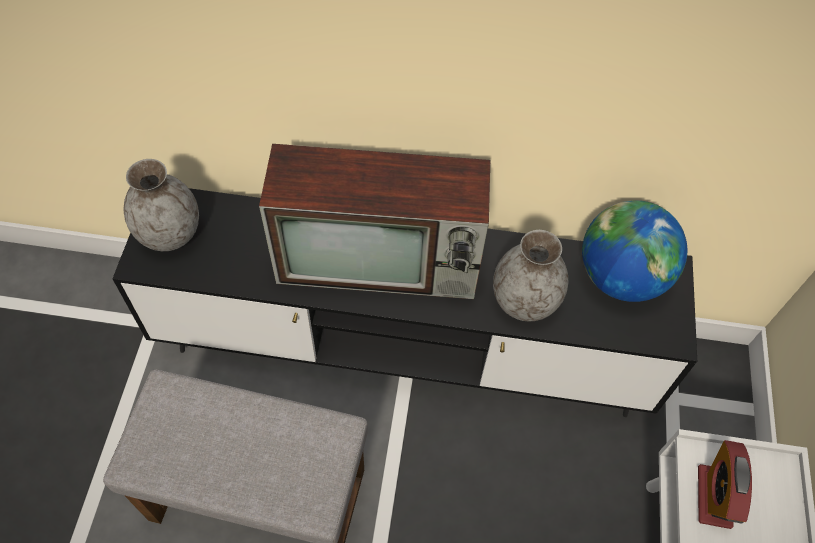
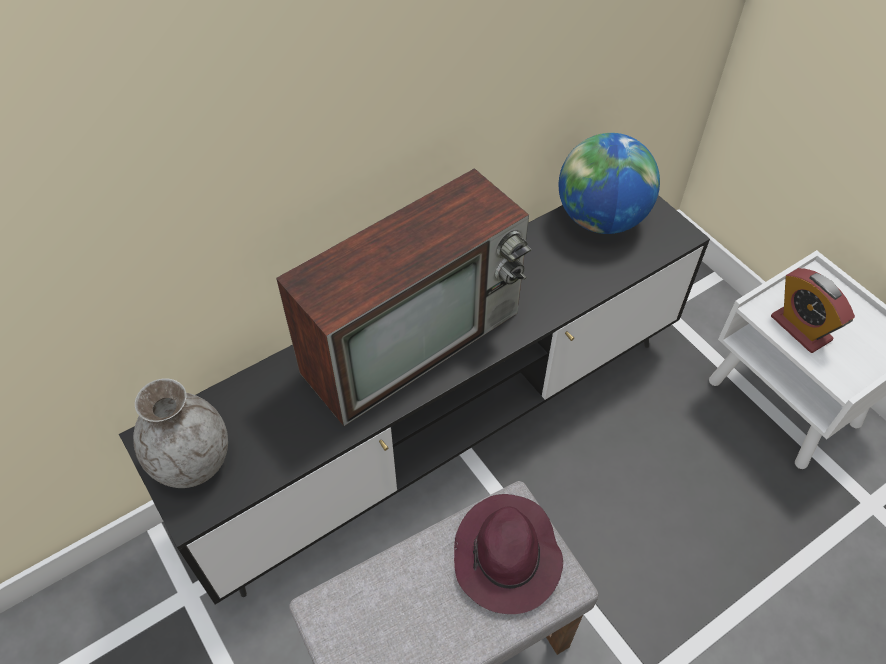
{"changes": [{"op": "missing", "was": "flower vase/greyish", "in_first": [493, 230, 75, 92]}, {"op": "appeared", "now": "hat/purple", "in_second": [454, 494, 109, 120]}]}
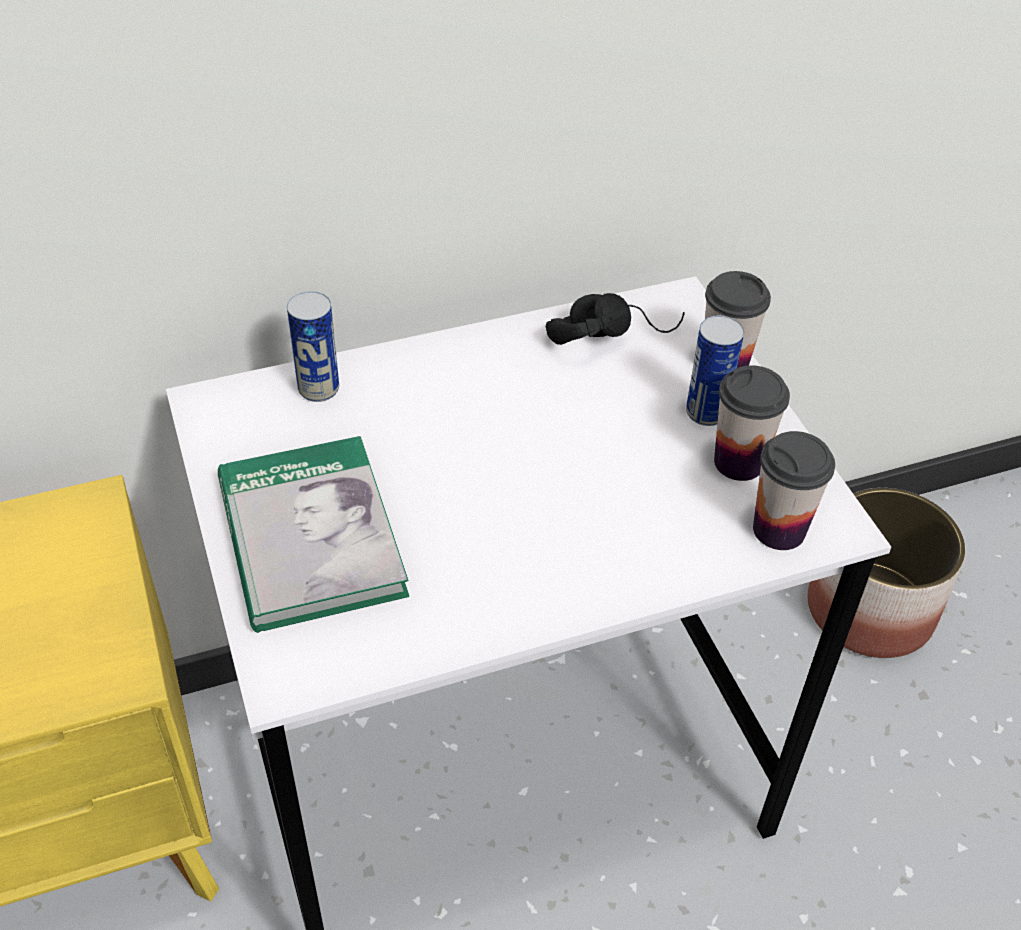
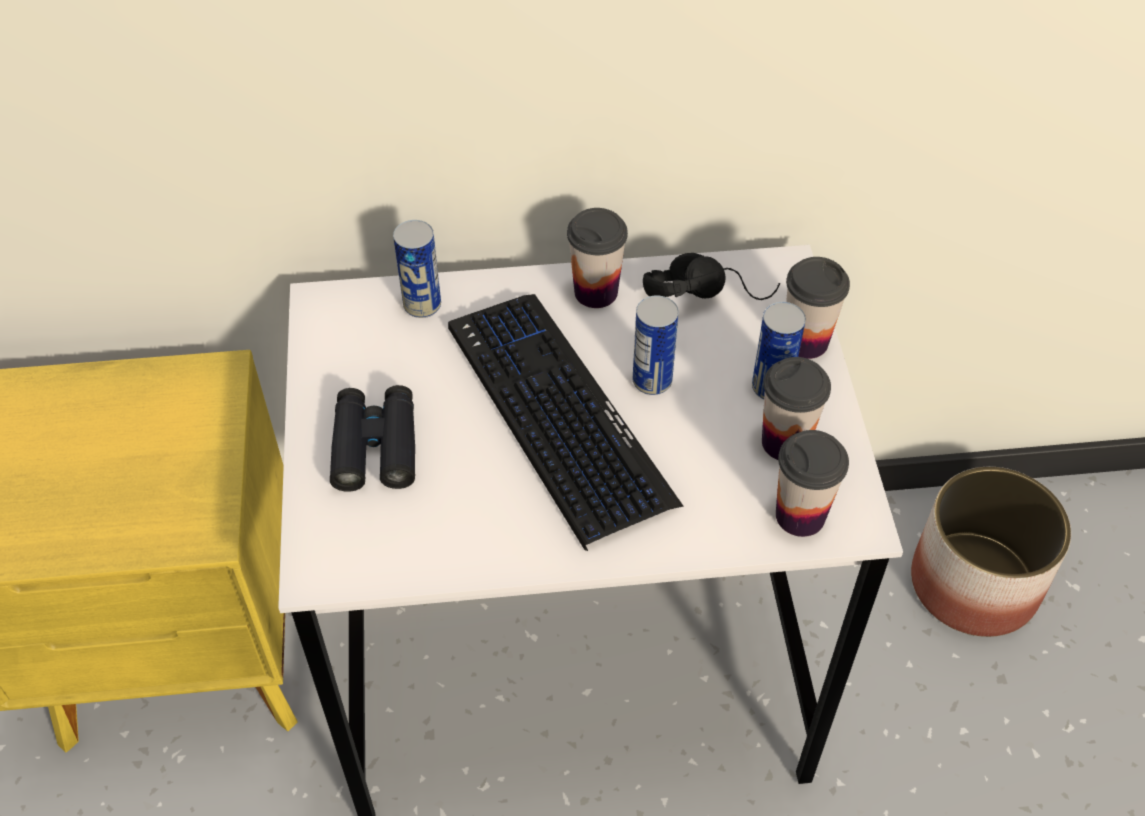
{"changes": [{"op": "exchanged", "was": "bound book", "now": "pair of binoculars/black-coloured", "in_first": [218, 436, 191, 197], "in_second": [330, 385, 85, 107]}, {"op": "appeared", "now": "cup", "in_second": [567, 208, 61, 100]}, {"op": "appeared", "now": "PC keyboard", "in_second": [448, 294, 236, 257]}, {"op": "appeared", "now": "sealed can", "in_second": [633, 295, 46, 100]}]}
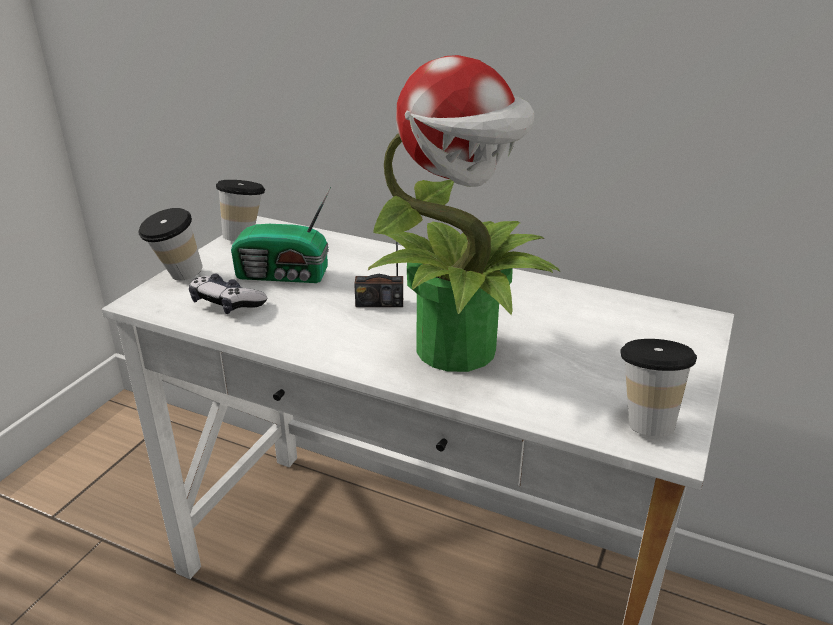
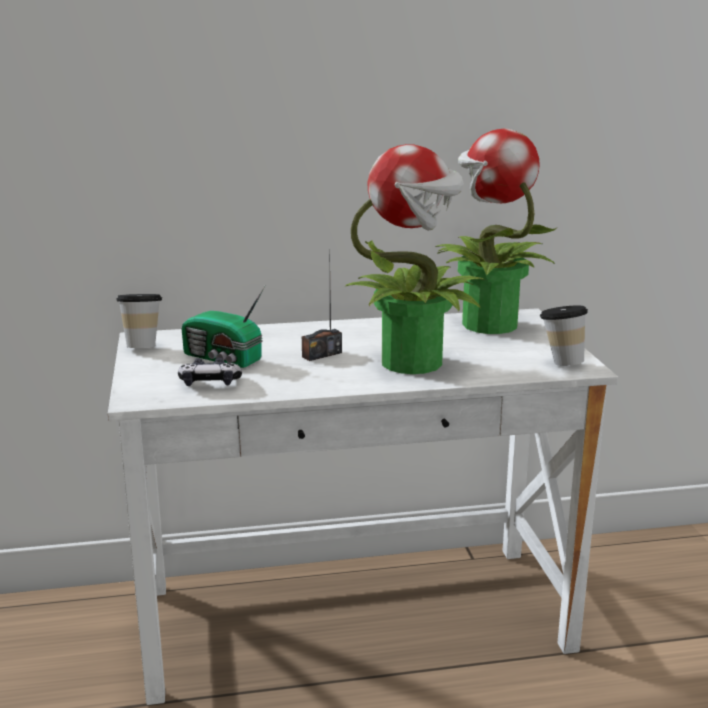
{"changes": [{"op": "spun", "was": "radio set", "in_first": [231, 187, 100, 96], "in_second": [182, 285, 84, 83], "clockwise": 60}, {"op": "missing", "was": "cup", "in_first": [138, 208, 65, 73]}, {"op": "appeared", "now": "potted plant", "in_second": [435, 128, 123, 206]}]}
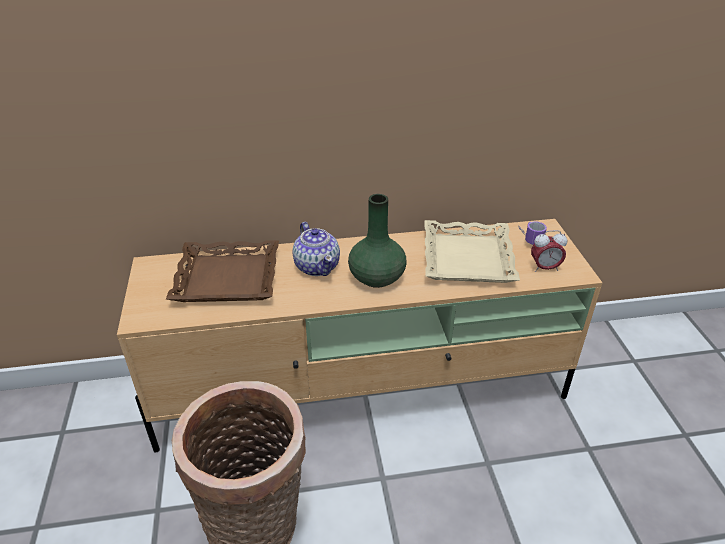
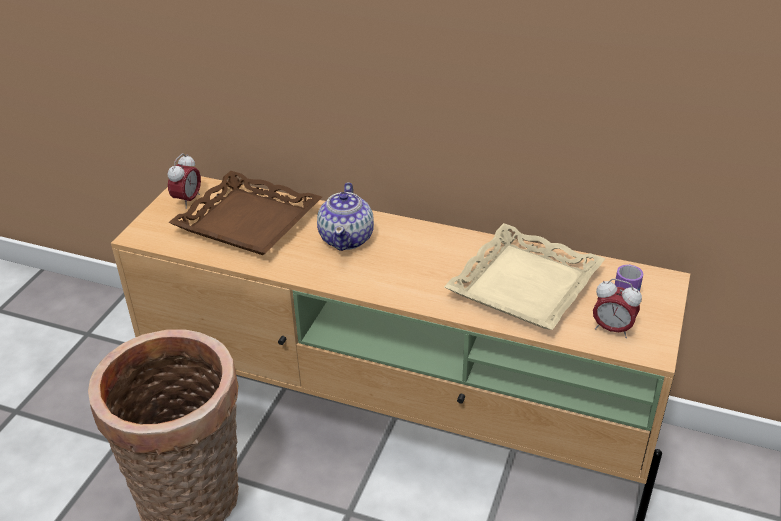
{"changes": [{"op": "missing", "was": "flower vase/greenish", "in_first": [348, 194, 58, 94]}, {"op": "appeared", "now": "bedside clock", "in_second": [167, 153, 34, 56]}]}
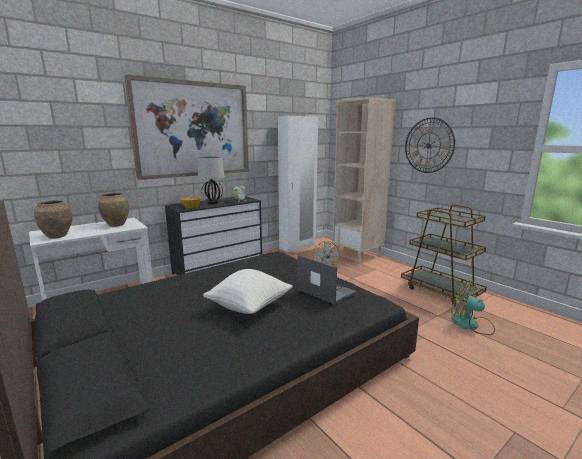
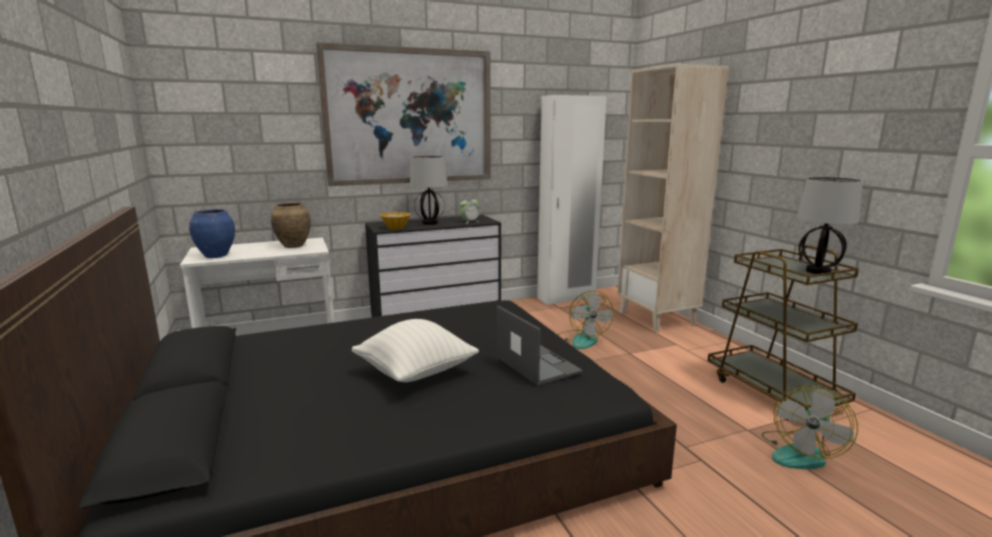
{"changes": [{"op": "missing", "was": "wall clock", "in_first": [405, 117, 50, 56]}, {"op": "colour", "was": "flower vase/brownish", "now": "flower vase/bluish", "in_first": [34, 200, 38, 39], "in_second": [189, 209, 46, 49]}, {"op": "spun", "was": "cooling fan", "in_first": [451, 281, 44, 54], "in_second": [762, 385, 96, 84], "clockwise": -105}, {"op": "appeared", "now": "table lamp", "in_second": [797, 177, 66, 97]}]}
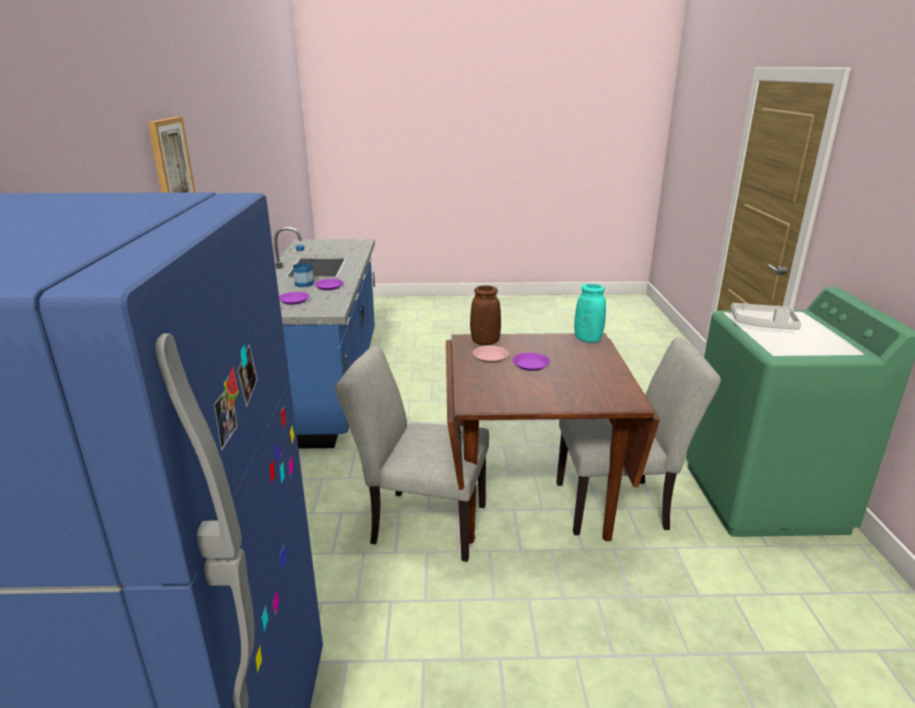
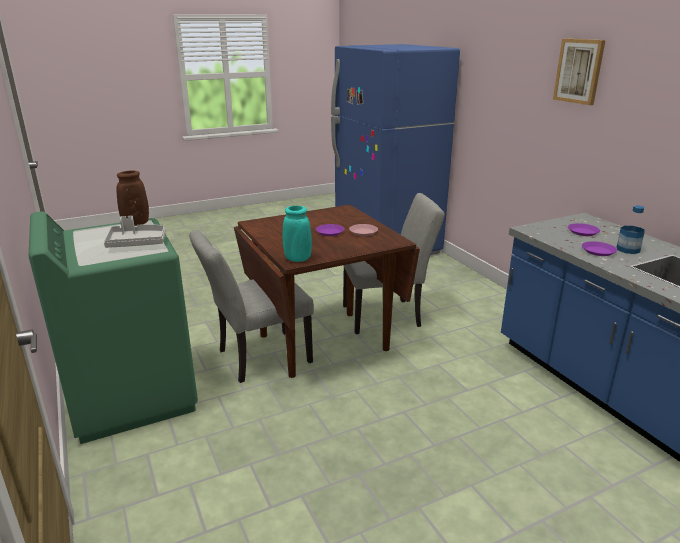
{"changes": [{"op": "relocated", "was": "flower vase/brownish", "in_first": [470, 286, 31, 59], "in_second": [116, 171, 33, 55]}]}
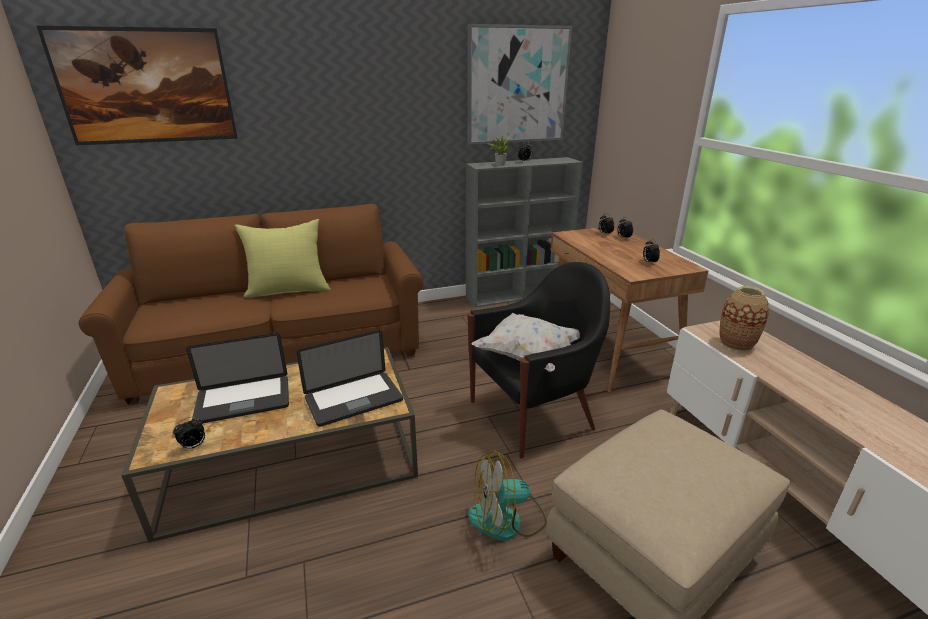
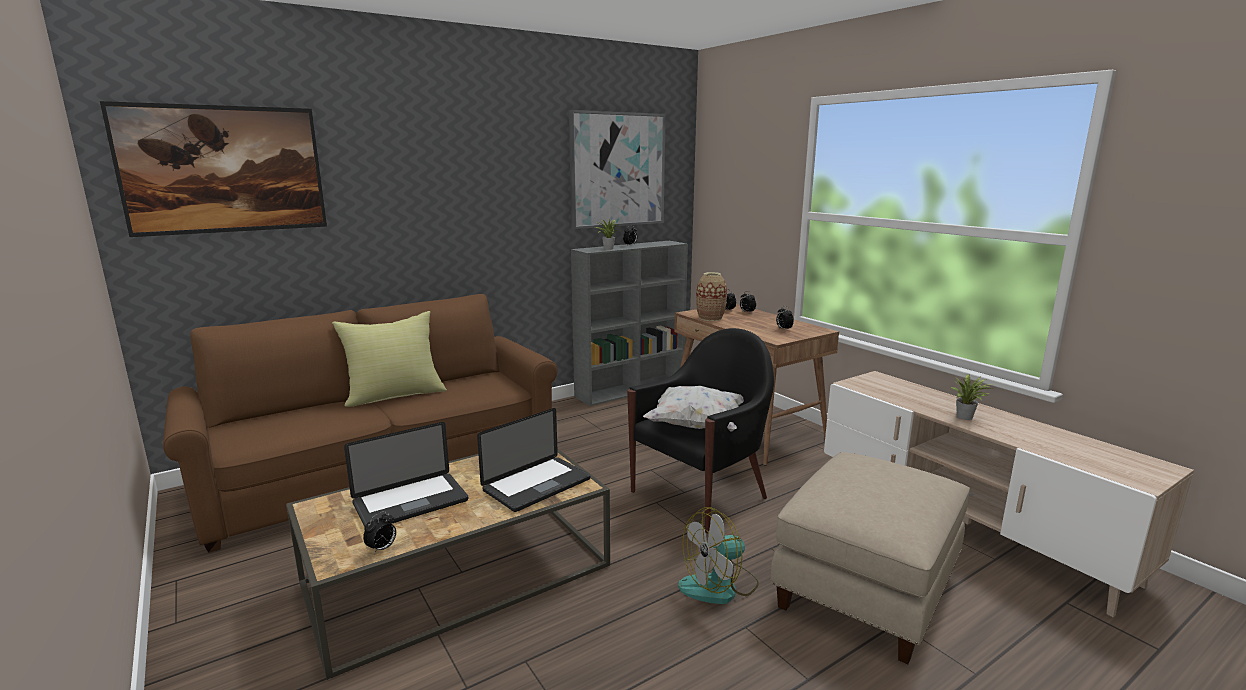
{"changes": [{"op": "relocated", "was": "flower vase", "in_first": [720, 286, 49, 65], "in_second": [696, 272, 31, 49]}, {"op": "appeared", "now": "potted plant", "in_second": [951, 374, 42, 46]}]}
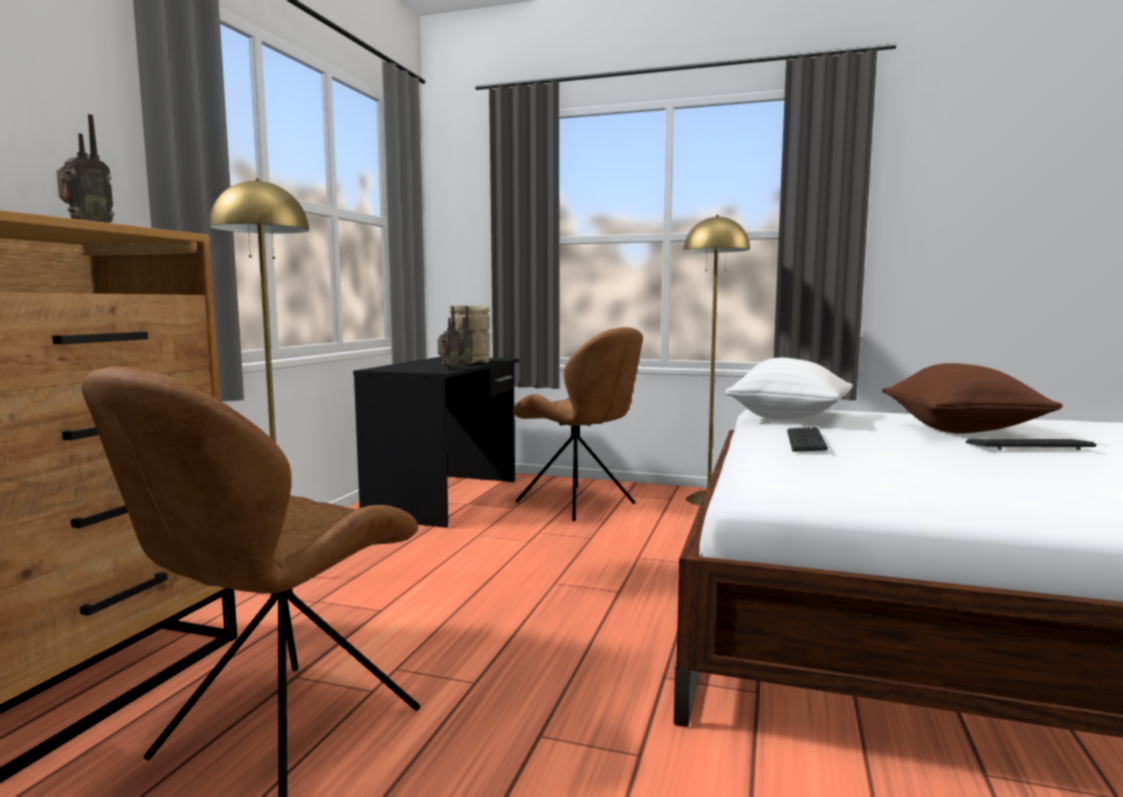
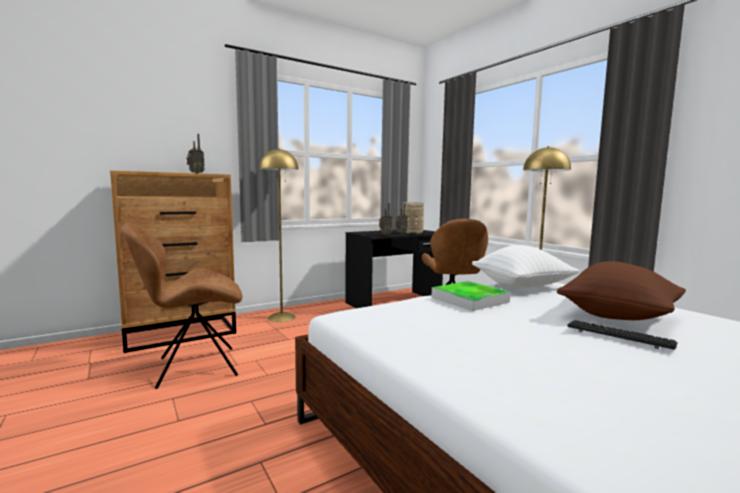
{"changes": [{"op": "exchanged", "was": "PC keyboard", "now": "serving tray", "in_first": [787, 427, 41, 25], "in_second": [431, 281, 79, 30]}]}
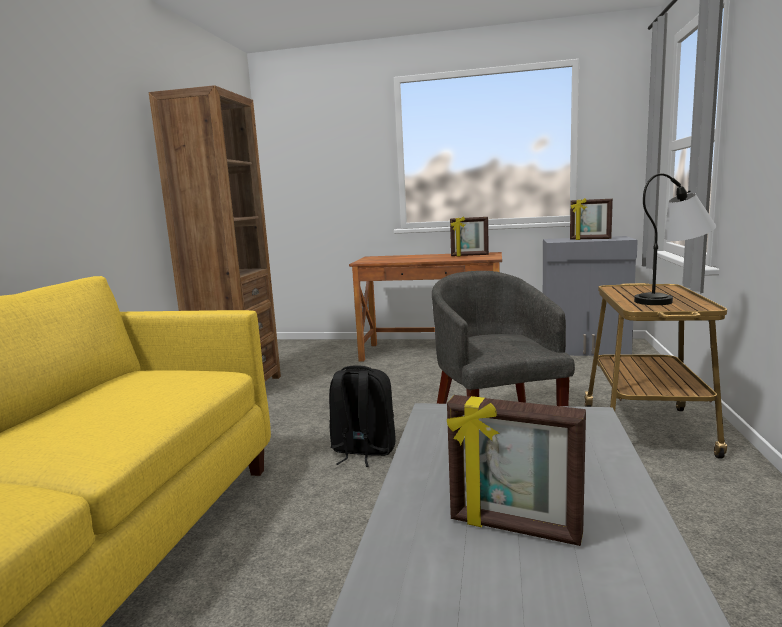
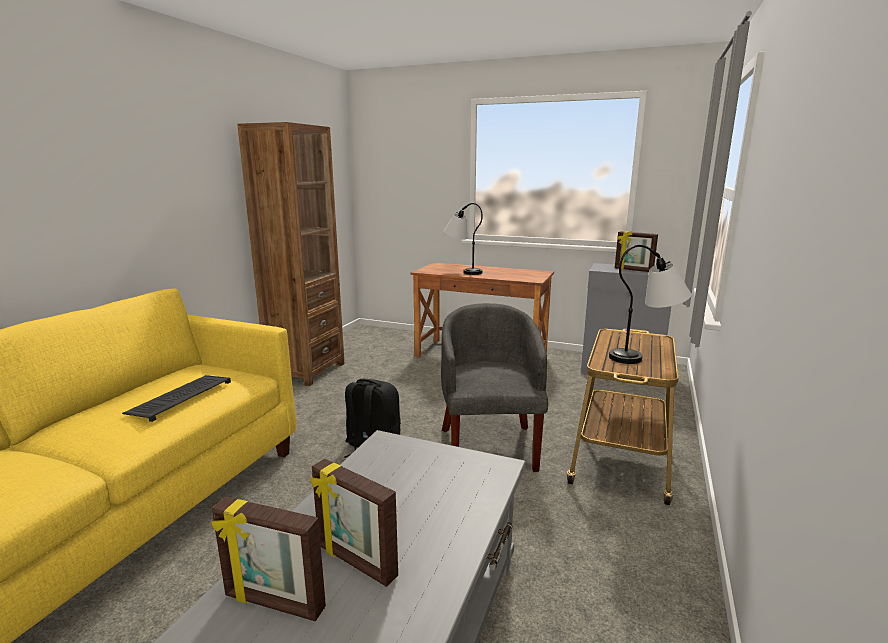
{"changes": [{"op": "relocated", "was": "standing frame", "in_first": [450, 217, 39, 40], "in_second": [211, 497, 115, 124]}, {"op": "appeared", "now": "table lamp", "in_second": [443, 203, 40, 72]}, {"op": "appeared", "now": "PC keyboard", "in_second": [122, 375, 109, 47]}]}
